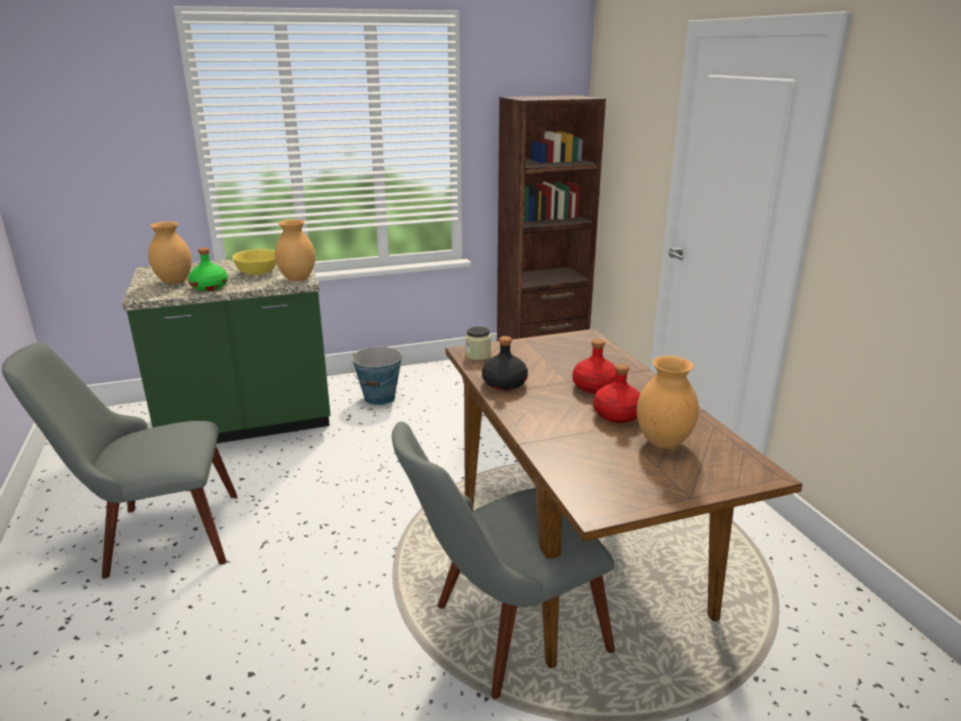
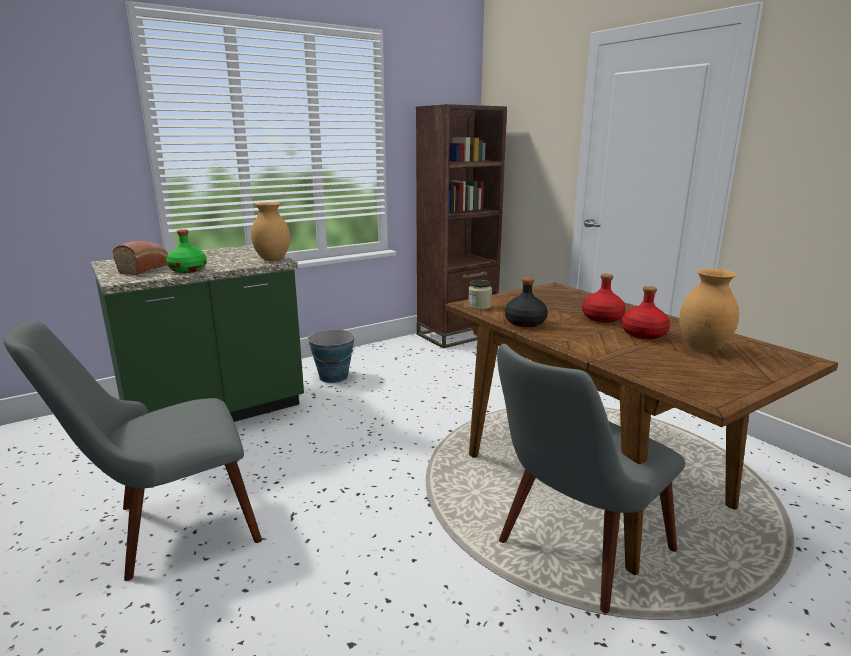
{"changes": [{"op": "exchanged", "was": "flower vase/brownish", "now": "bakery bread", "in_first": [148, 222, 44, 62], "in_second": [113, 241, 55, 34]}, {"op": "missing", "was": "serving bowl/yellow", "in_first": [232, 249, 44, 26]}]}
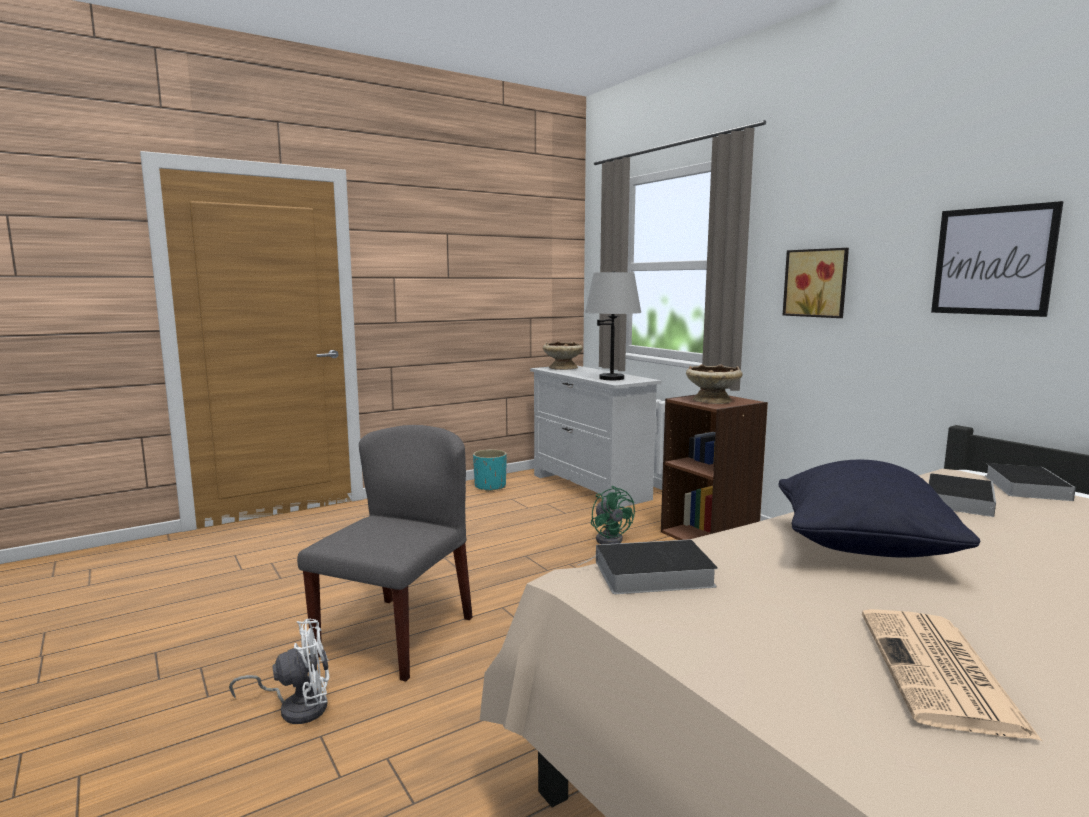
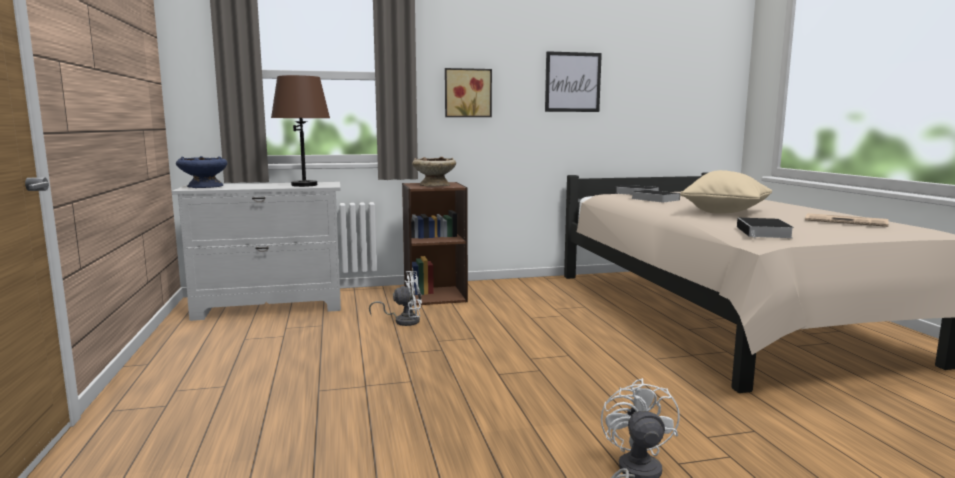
{"changes": [{"op": "colour", "was": "table lamp/greyish", "now": "table lamp/brownish", "in_first": [585, 271, 56, 109], "in_second": [271, 75, 59, 112]}, {"op": "colour", "was": "serving bowl/beige-coloured", "now": "serving bowl/bluish", "in_first": [543, 341, 40, 29], "in_second": [176, 156, 51, 32]}, {"op": "missing", "was": "upright chair/greyish", "in_first": [297, 425, 175, 257]}, {"op": "missing", "was": "planter/turquoise", "in_first": [473, 449, 34, 43]}, {"op": "colour", "was": "cushion/black-coloured", "now": "cushion/beige-coloured", "in_first": [778, 460, 203, 98], "in_second": [680, 170, 92, 44]}, {"op": "colour", "was": "cooling fan/greenish", "now": "cooling fan/whitish", "in_first": [591, 486, 44, 58], "in_second": [369, 271, 53, 55]}]}
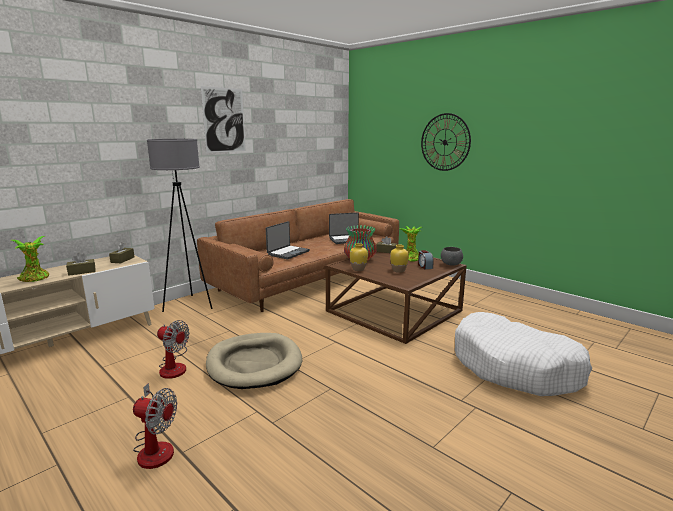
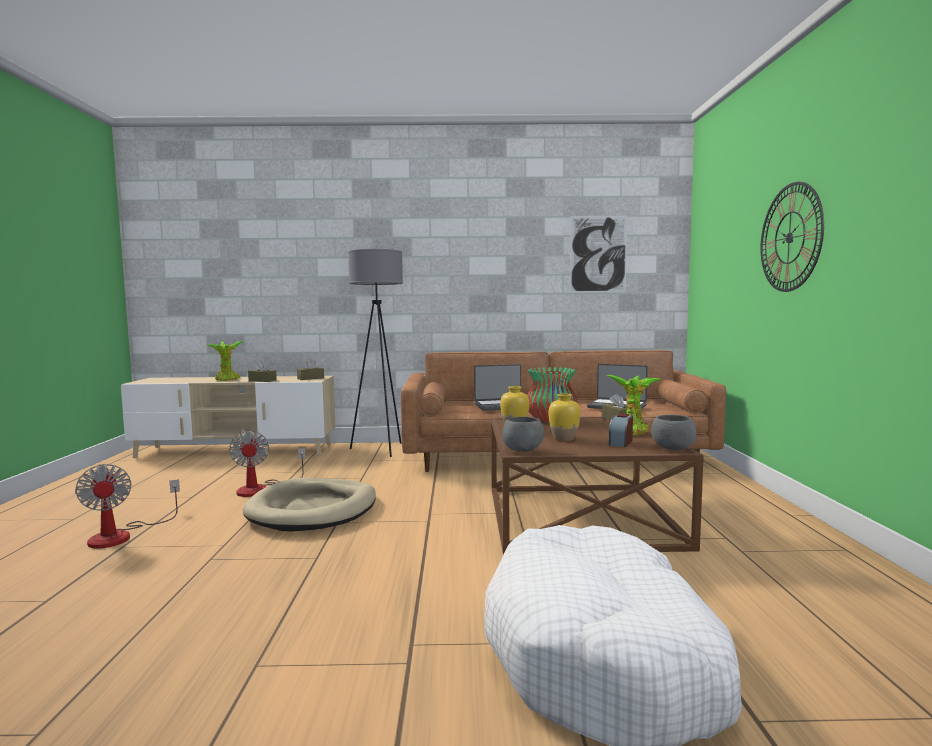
{"changes": [{"op": "relocated", "was": "wall picture", "in_first": [201, 86, 45, 67], "in_second": [570, 216, 57, 77]}, {"op": "appeared", "now": "serving bowl/greyish", "in_second": [502, 417, 42, 35]}]}
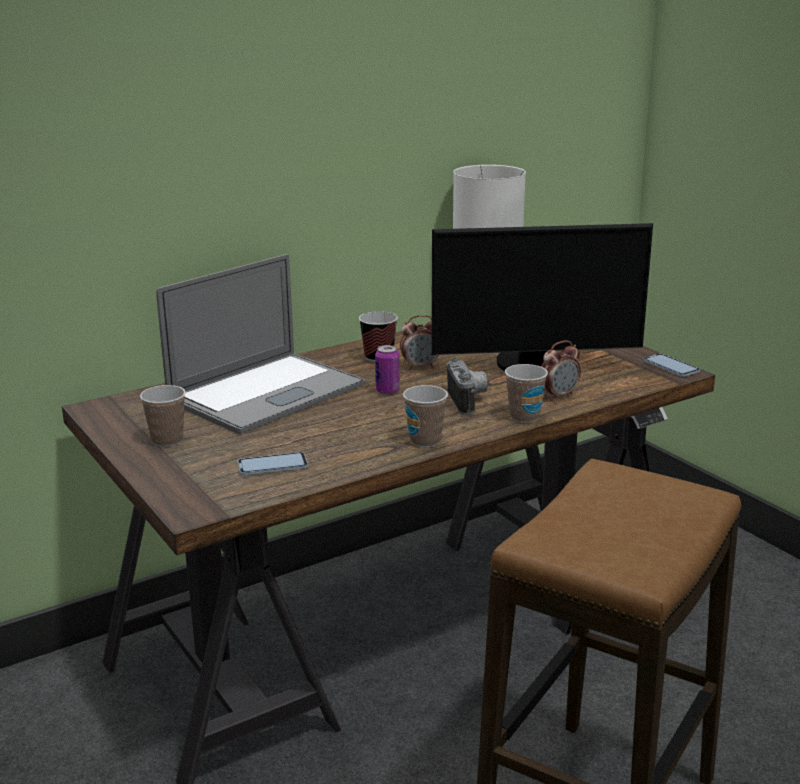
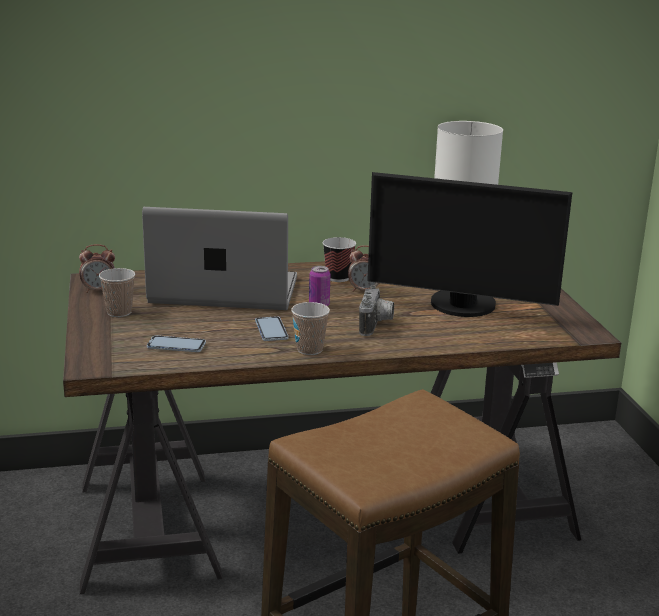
{"changes": [{"op": "spun", "was": "portable computer", "in_first": [156, 254, 210, 180], "in_second": [142, 207, 155, 103], "clockwise": -150}, {"op": "relocated", "was": "bedside clock", "in_first": [541, 341, 40, 60], "in_second": [79, 244, 36, 49]}, {"op": "relocated", "was": "handset", "in_first": [643, 354, 57, 23], "in_second": [255, 316, 34, 25]}, {"op": "missing", "was": "cup", "in_first": [505, 364, 43, 59]}]}
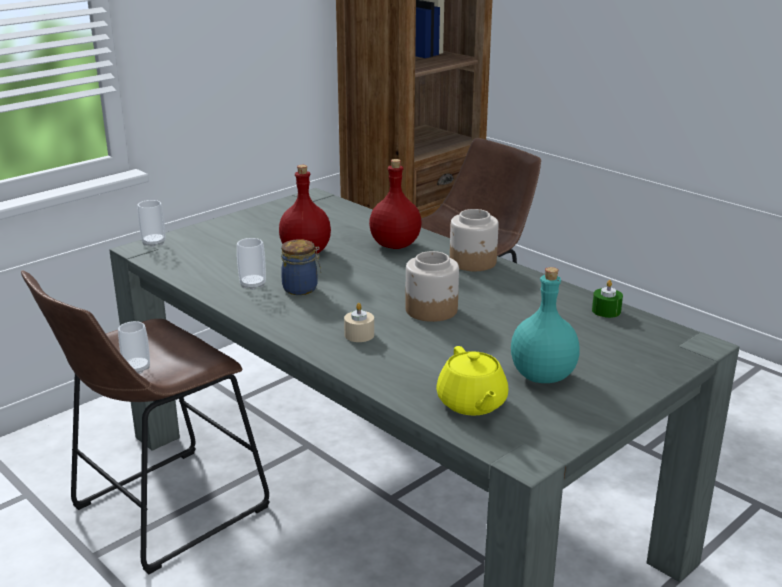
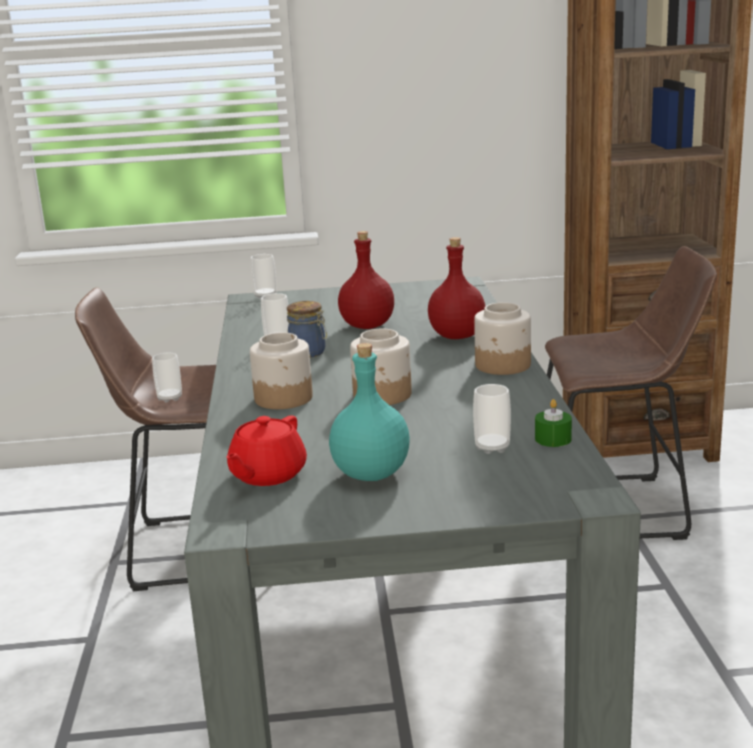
{"changes": [{"op": "exchanged", "was": "wax light/beige-coloured", "now": "jar", "in_first": [344, 303, 30, 39], "in_second": [250, 332, 63, 77]}, {"op": "colour", "was": "pot for tea/yellow", "now": "pot for tea/red-coloured", "in_first": [436, 346, 72, 70], "in_second": [226, 415, 81, 71]}, {"op": "appeared", "now": "cup", "in_second": [473, 384, 38, 70]}]}
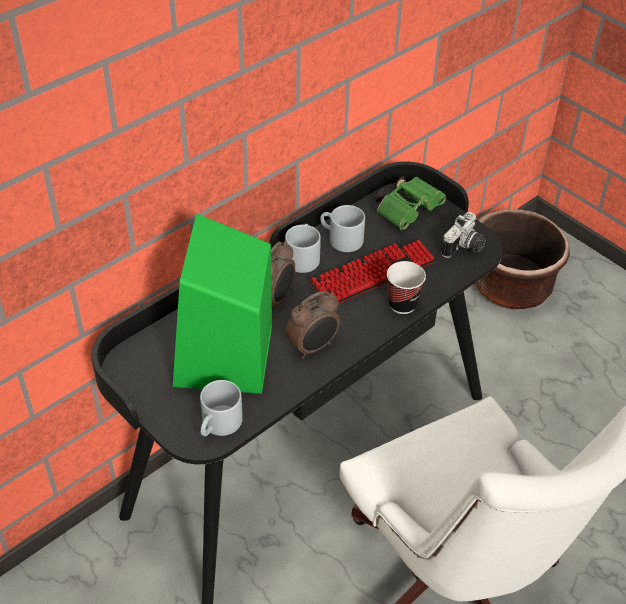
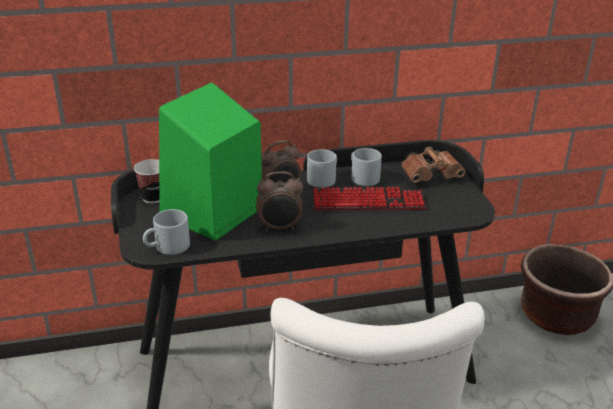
{"changes": [{"op": "colour", "was": "pair of binoculars/greenish", "now": "pair of binoculars/brownish", "in_first": [375, 177, 71, 53], "in_second": [402, 146, 64, 37]}, {"op": "missing", "was": "photo camera", "in_first": [440, 212, 46, 46]}, {"op": "relocated", "was": "cup", "in_first": [387, 261, 39, 53], "in_second": [134, 159, 25, 45]}]}
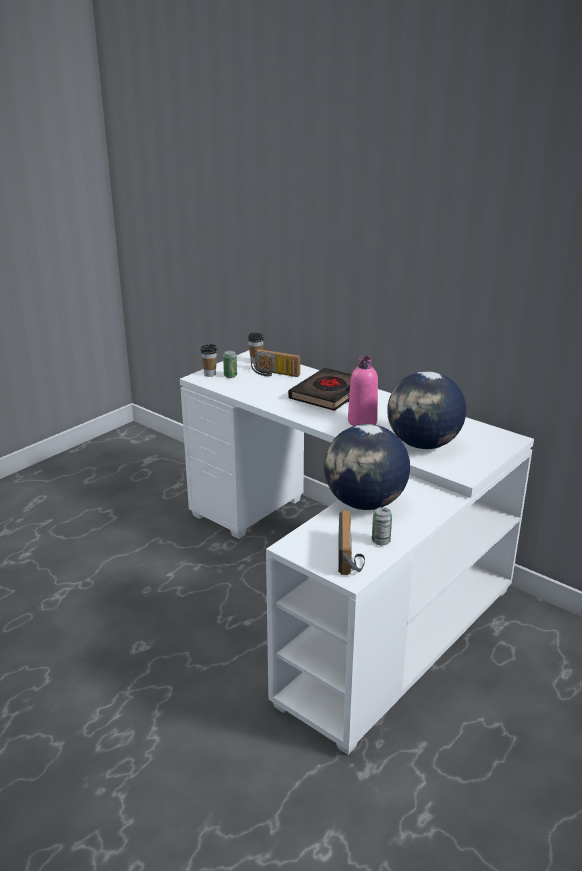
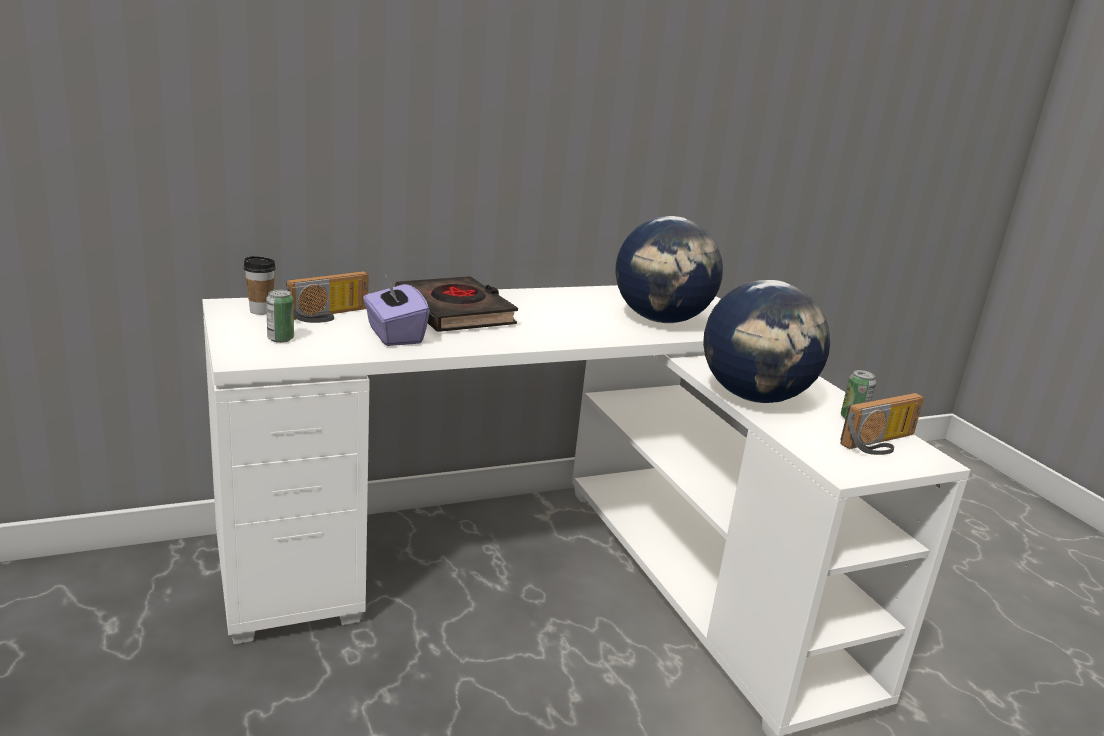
{"changes": [{"op": "missing", "was": "cup", "in_first": [200, 344, 17, 33]}, {"op": "missing", "was": "beverage bottle/pink-coloured", "in_first": [348, 356, 30, 70]}, {"op": "spun", "was": "radio set", "in_first": [338, 511, 27, 64], "in_second": [840, 393, 84, 62], "clockwise": 120}, {"op": "appeared", "now": "tissue box/purple", "in_second": [363, 275, 67, 71]}]}
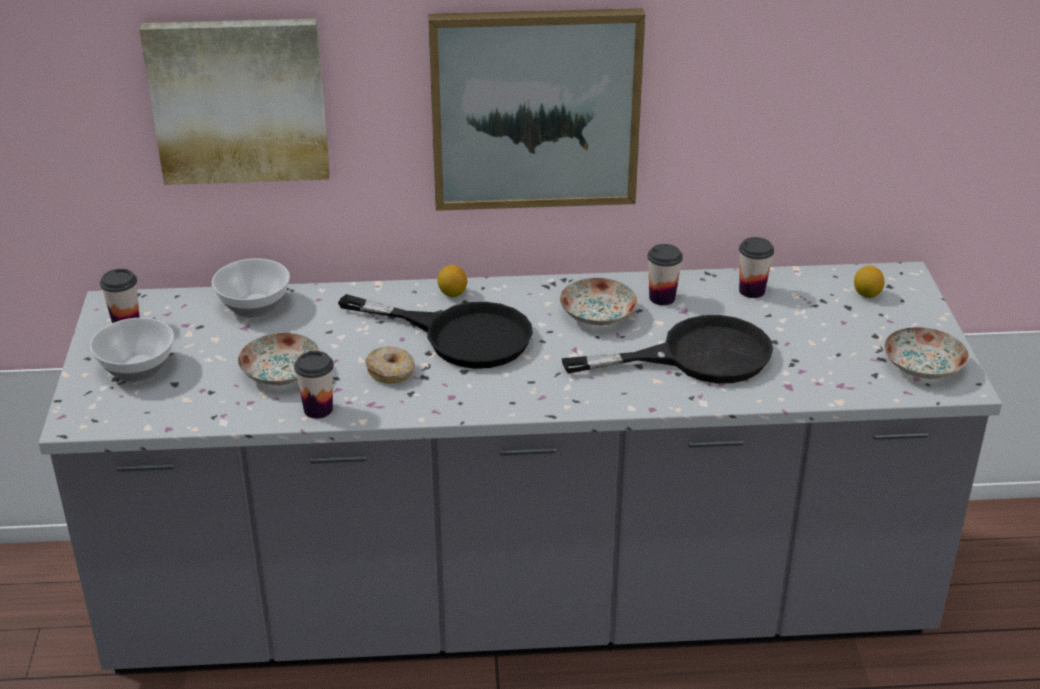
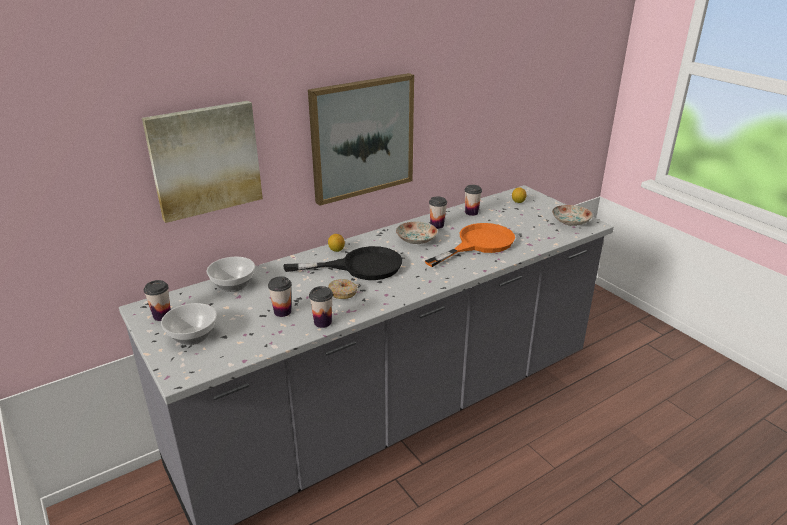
{"changes": [{"op": "colour", "was": "skillet/black-coloured", "now": "skillet/orange-coloured", "in_first": [562, 315, 211, 68], "in_second": [425, 223, 90, 44]}, {"op": "exchanged", "was": "dinner plate", "now": "cup", "in_first": [238, 333, 82, 52], "in_second": [268, 276, 24, 41]}]}
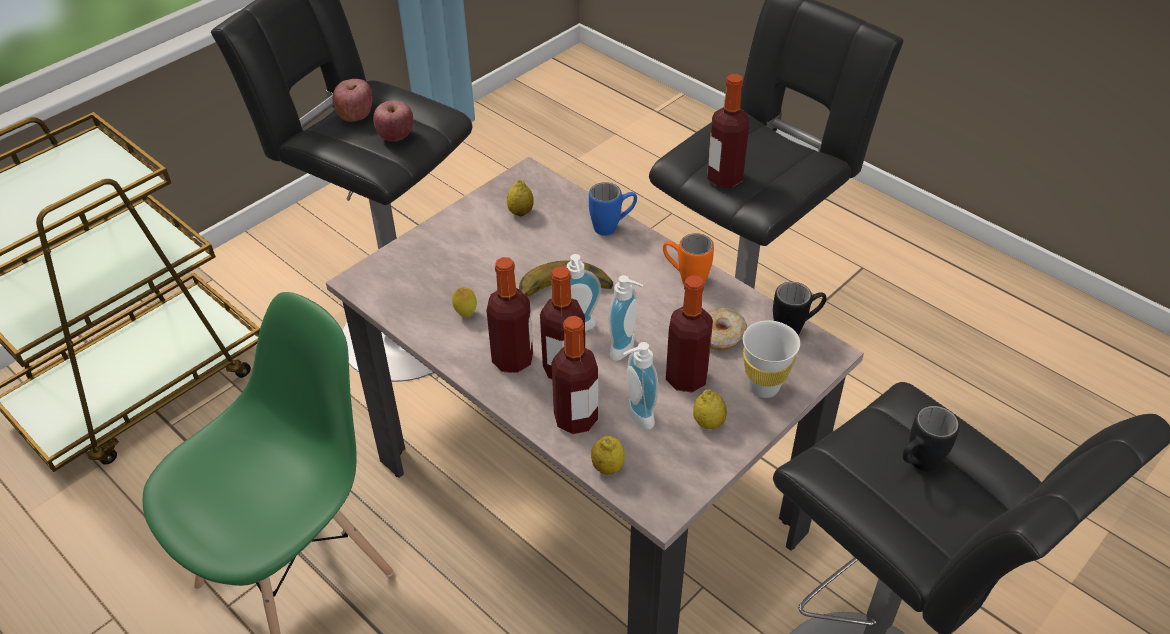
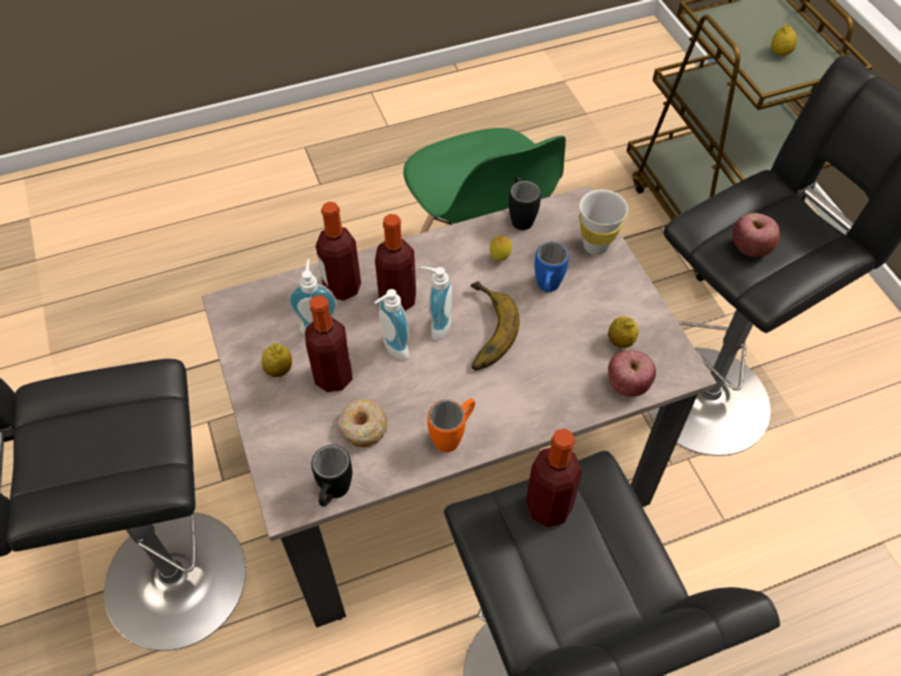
{"changes": [{"op": "relocated", "was": "whole apple", "in_first": [332, 79, 40, 43], "in_second": [608, 350, 48, 47]}, {"op": "relocated", "was": "mug/bluish", "in_first": [589, 182, 48, 54], "in_second": [534, 241, 35, 51]}, {"op": "missing", "was": "beverage bottle", "in_first": [486, 257, 47, 116]}, {"op": "relocated", "was": "cup/whitish", "in_first": [743, 320, 57, 78], "in_second": [579, 190, 49, 65]}, {"op": "relocated", "was": "mug/black-coloured", "in_first": [903, 405, 57, 66], "in_second": [509, 176, 32, 54]}, {"op": "relocated", "was": "lemon", "in_first": [591, 436, 34, 38], "in_second": [772, 24, 25, 32]}]}
